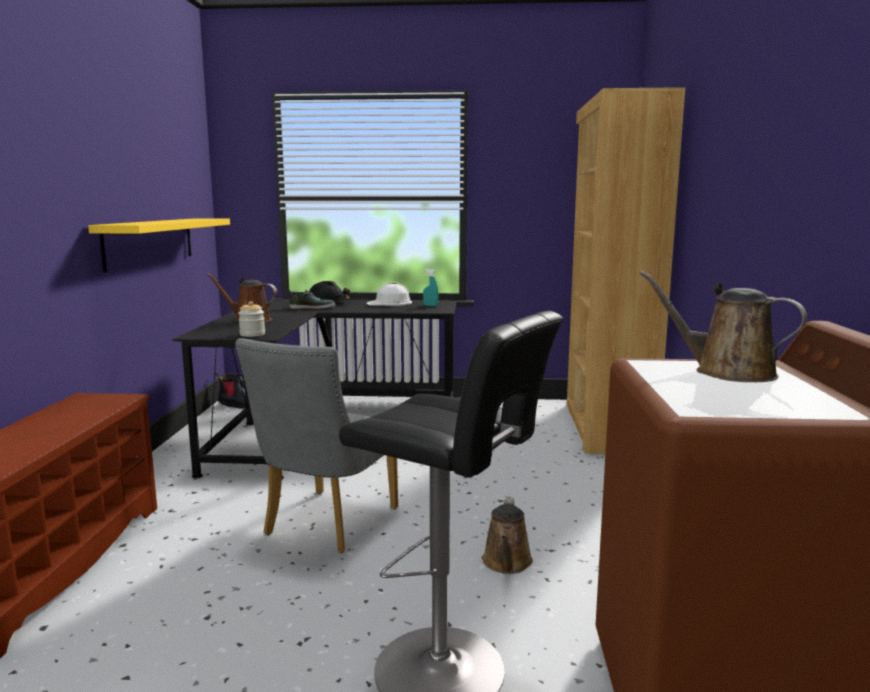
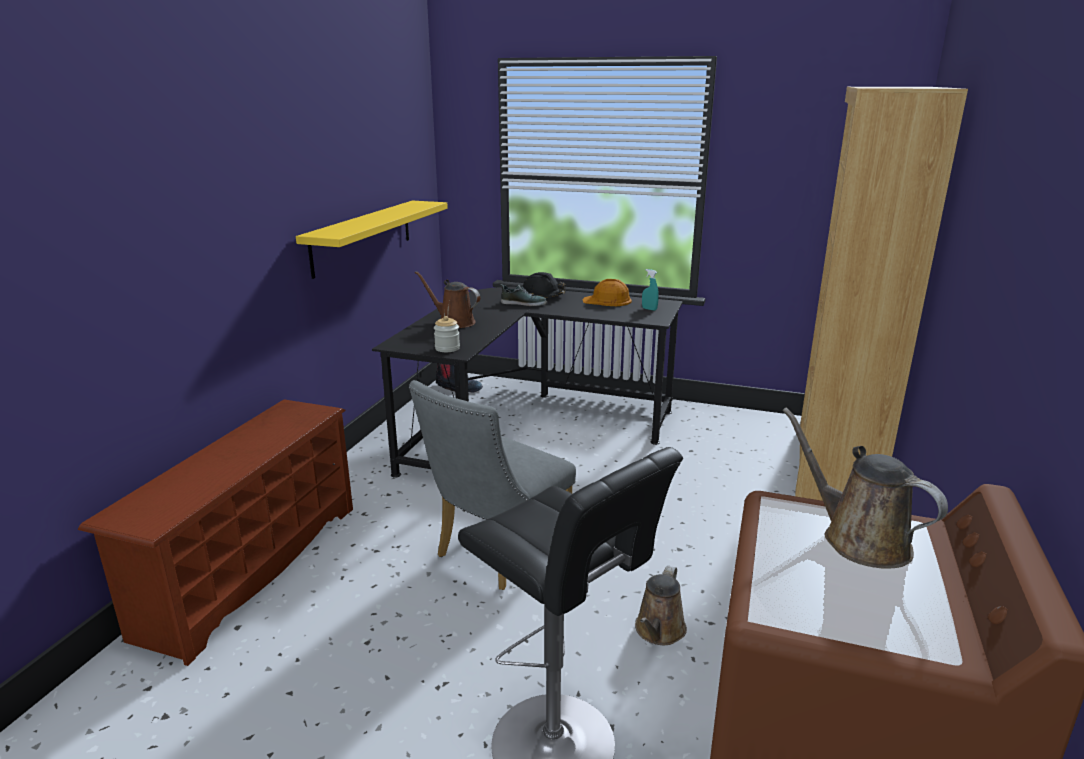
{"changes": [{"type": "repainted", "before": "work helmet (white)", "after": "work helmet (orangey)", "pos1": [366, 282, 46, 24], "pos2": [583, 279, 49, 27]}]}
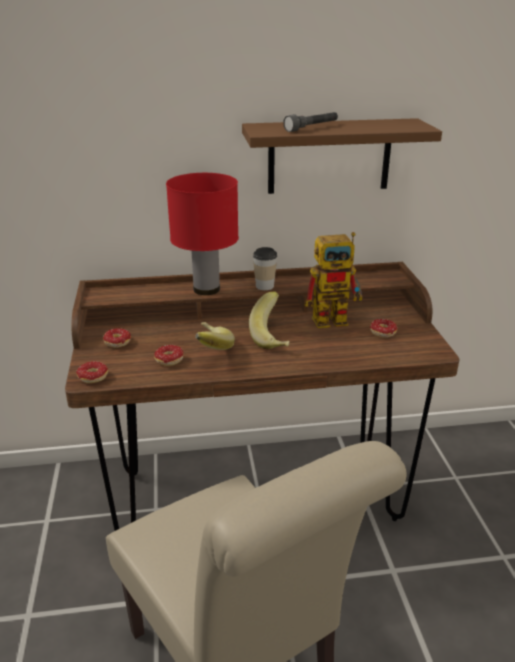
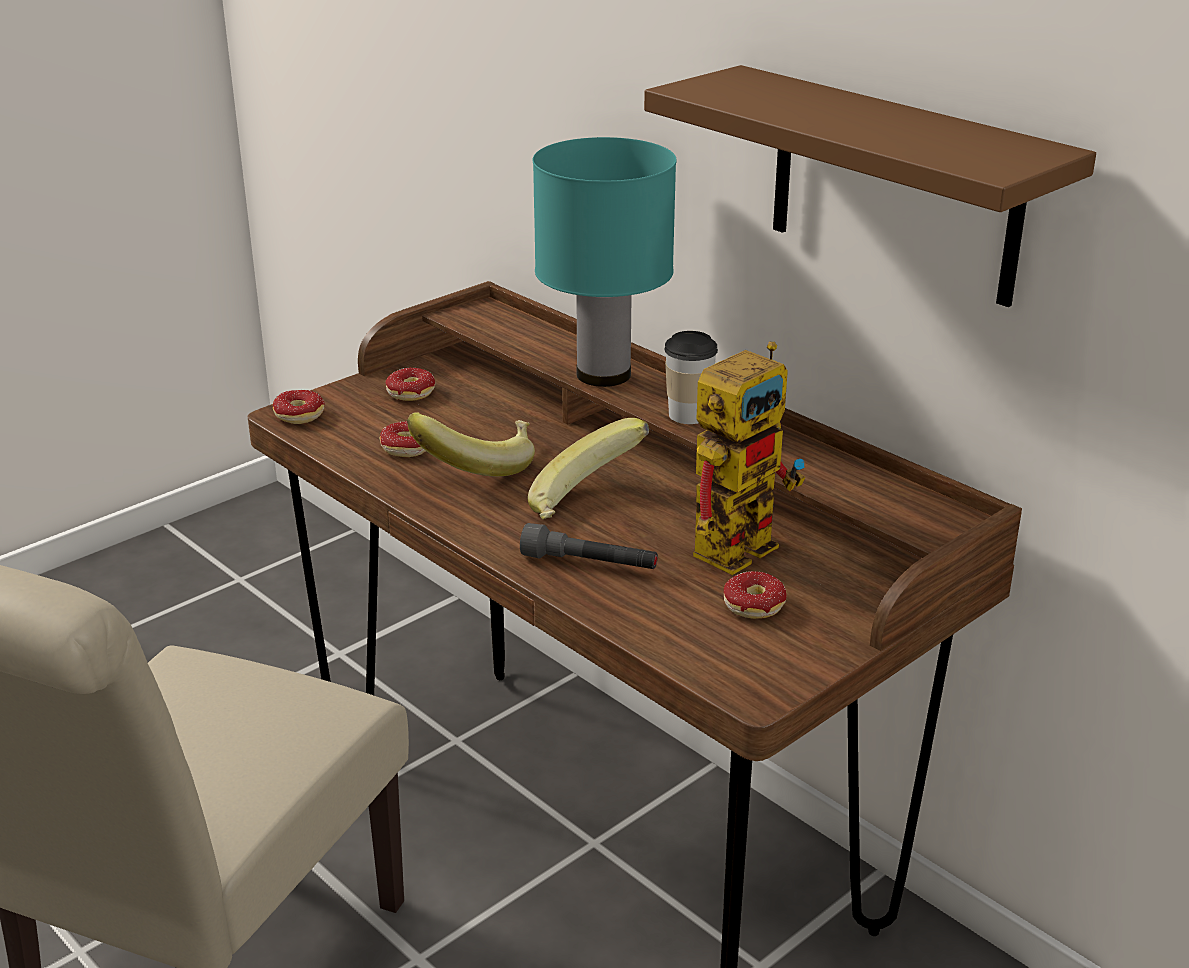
{"changes": [{"type": "shifted", "before": "hand torch (grey)", "pos1": [283, 112, 55, 20], "pos2": [520, 523, 138, 46]}, {"type": "repainted", "before": "table lamp (reddish)", "after": "table lamp (blue-green)", "pos1": [166, 173, 73, 122], "pos2": [533, 137, 144, 250]}, {"type": "rotated", "before": "toy robot", "pos1": [305, 232, 57, 96], "pos2": [693, 342, 112, 233], "turn": -90}]}
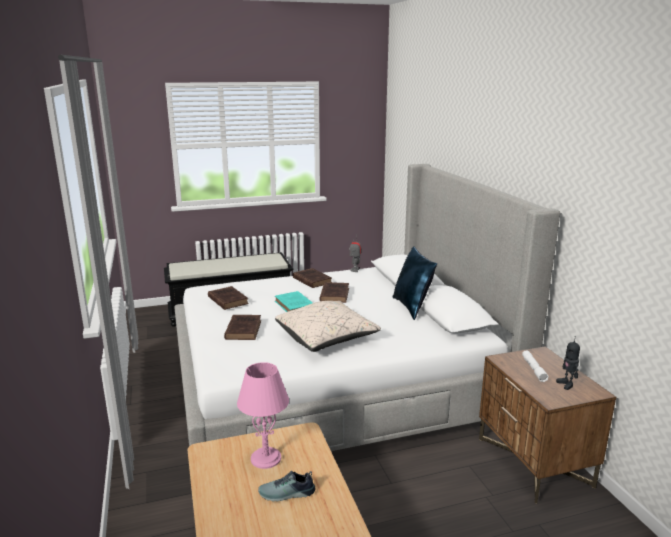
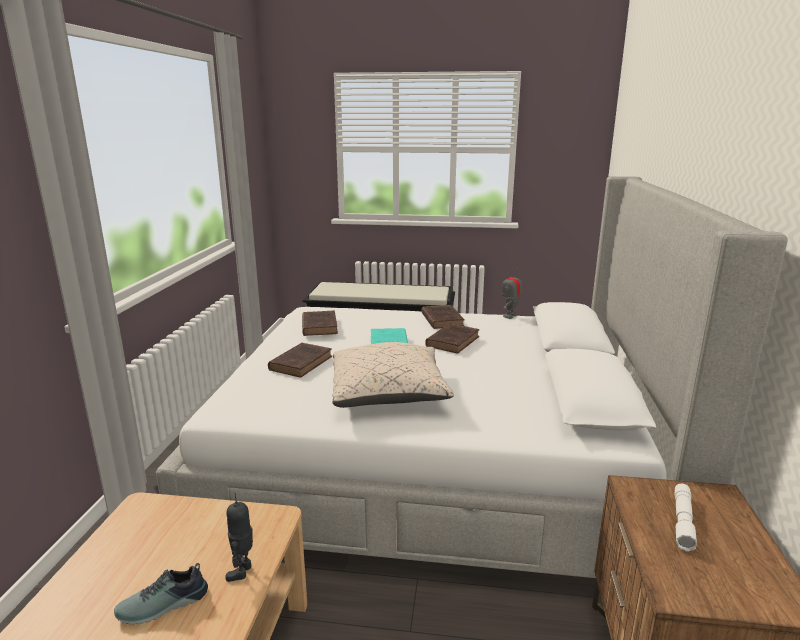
{"changes": [{"type": "gone", "before": "cushion (blue)", "pos1": [392, 246, 45, 74]}, {"type": "shifted", "before": "toy robot", "pos1": [556, 336, 24, 54], "pos2": [225, 493, 28, 89]}, {"type": "gone", "before": "table lamp (pink-coloured)", "pos1": [237, 362, 52, 107]}, {"type": "rotated", "before": "shoe", "pos1": [258, 471, 57, 31], "pos2": [114, 563, 94, 62], "turn": -45}]}
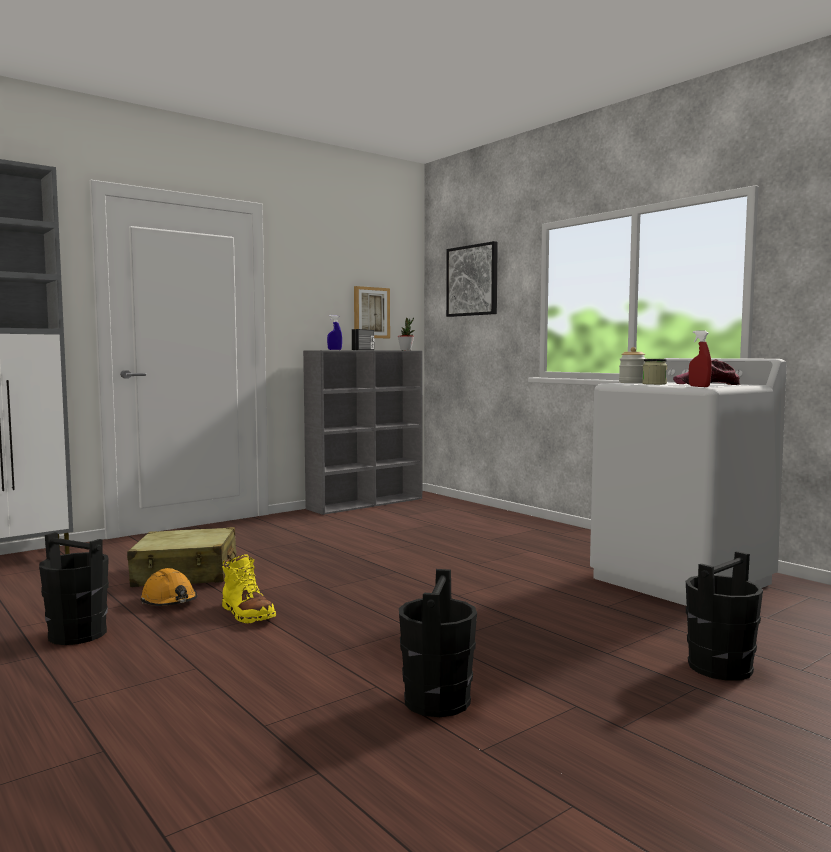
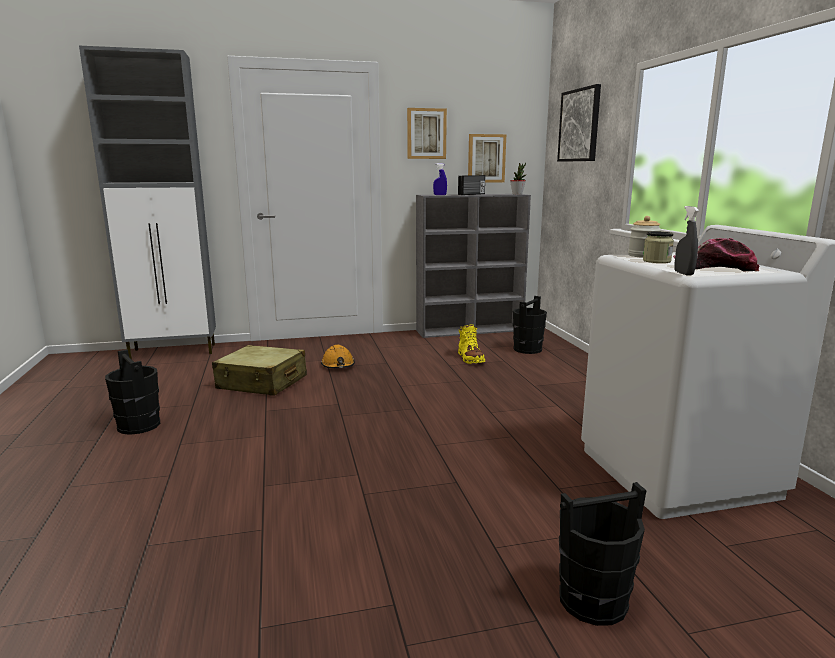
{"changes": [{"type": "repainted", "before": "sprayer (reddish)", "after": "sprayer (grey)", "pos1": [689, 331, 23, 56], "pos2": [674, 206, 25, 70]}, {"type": "shifted", "before": "high-top boot (yellowish)", "pos1": [222, 554, 54, 69], "pos2": [458, 324, 27, 40]}, {"type": "shifted", "before": "work helmet (orangey)", "pos1": [141, 568, 56, 38], "pos2": [321, 345, 34, 23]}, {"type": "shifted", "before": "bucket (blackish)", "pos1": [399, 569, 78, 148], "pos2": [513, 296, 34, 58]}, {"type": "new", "after": "picture", "pos2": [407, 108, 40, 51]}]}
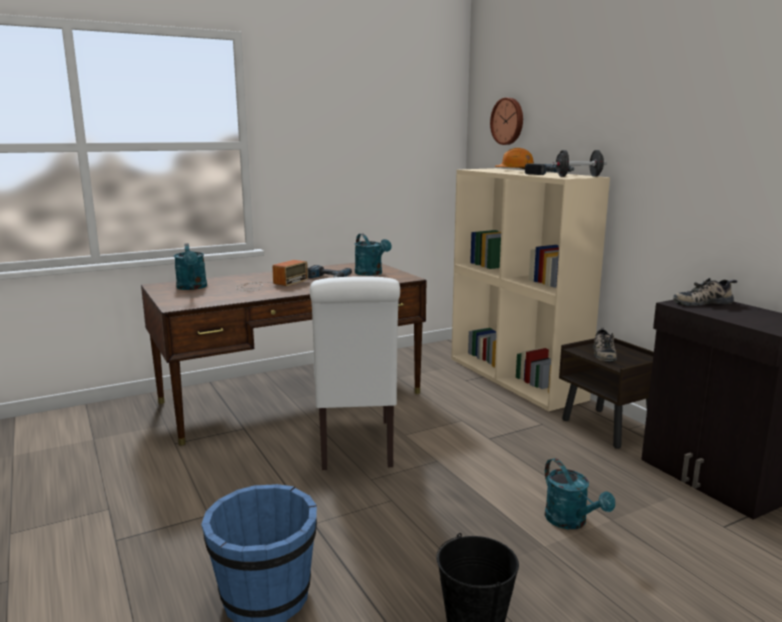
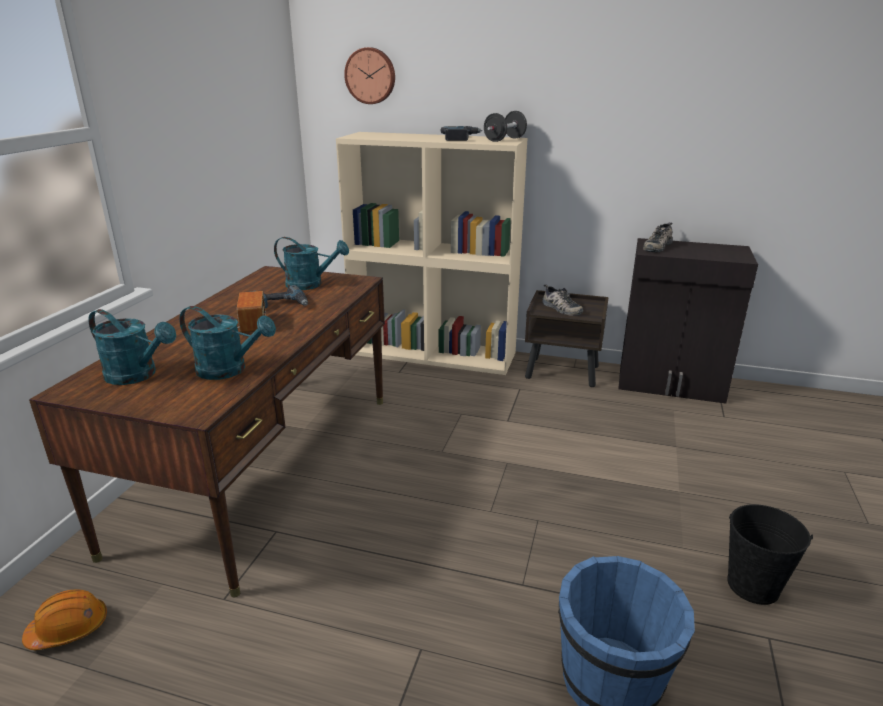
{"changes": [{"type": "shifted", "before": "work helmet (orangey)", "pos1": [495, 148, 39, 22], "pos2": [22, 589, 85, 61]}, {"type": "gone", "before": "upright chair (white)", "pos1": [310, 276, 90, 194]}, {"type": "shifted", "before": "sprinkling can (blue-green)", "pos1": [545, 458, 70, 71], "pos2": [179, 306, 97, 74]}]}
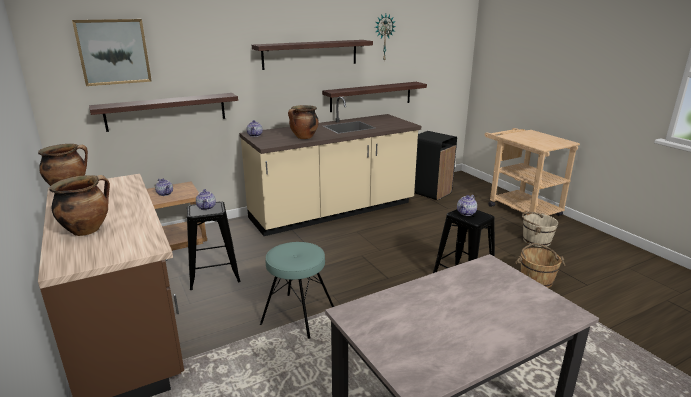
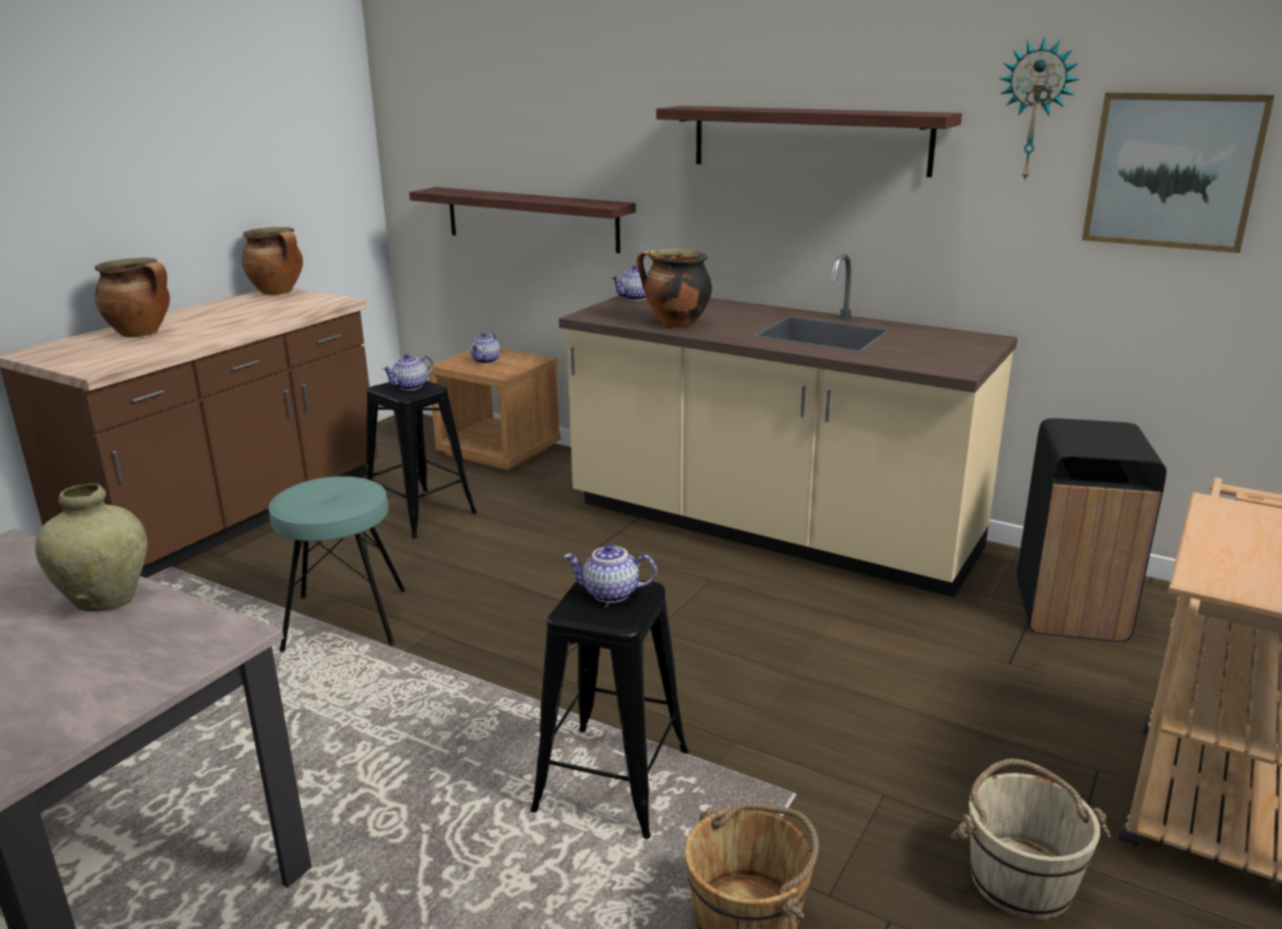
{"changes": [{"type": "shifted", "before": "picture", "pos1": [72, 19, 80, 67], "pos2": [1082, 92, 193, 161]}, {"type": "gone", "before": "bracket shelf", "pos1": [322, 82, 105, 30]}, {"type": "new", "after": "vase (beige-coloured)", "pos2": [35, 483, 112, 129]}]}
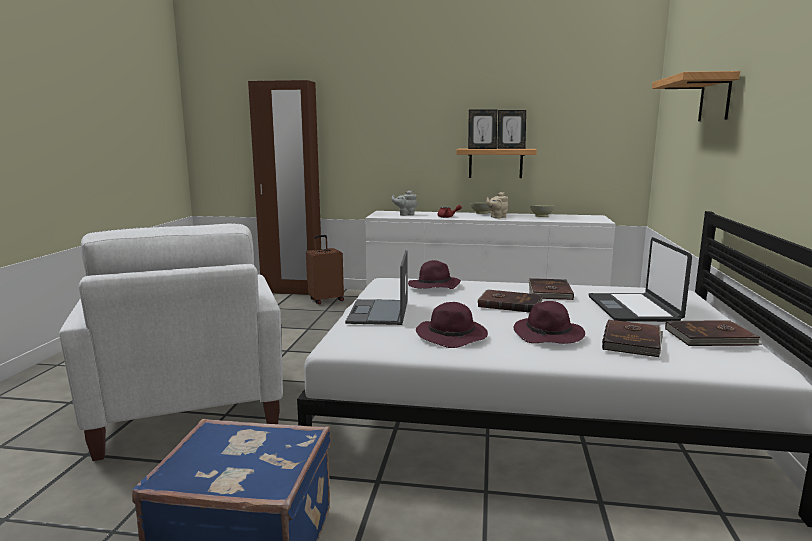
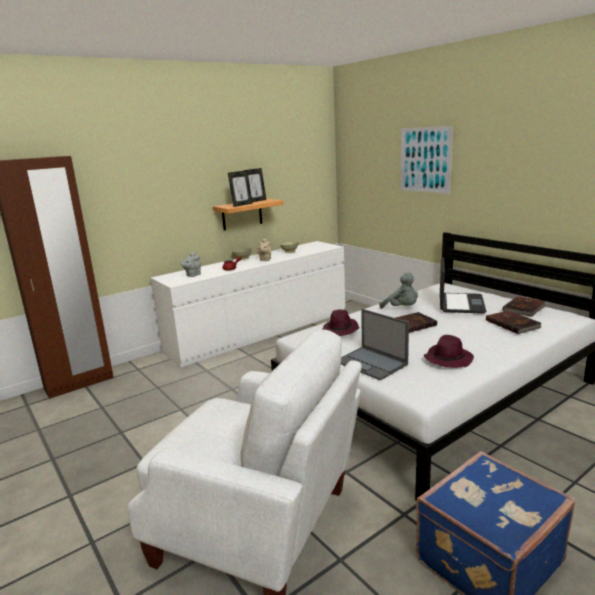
{"changes": [{"type": "swapped", "before": "bracket shelf", "after": "picture", "pos1": [652, 71, 88, 50], "pos2": [400, 126, 53, 68]}, {"type": "gone", "before": "suitcase (brown-coloured)", "pos1": [306, 235, 38, 69]}, {"type": "rotated", "before": "portable computer", "pos1": [588, 237, 104, 85], "pos2": [440, 257, 46, 57], "turn": -120}, {"type": "swapped", "before": "book (brown-coloured)", "after": "cuddly toy (grey)", "pos1": [529, 278, 45, 22], "pos2": [379, 272, 39, 37]}, {"type": "gone", "before": "clothing hat (purplish)", "pos1": [513, 301, 72, 43]}]}
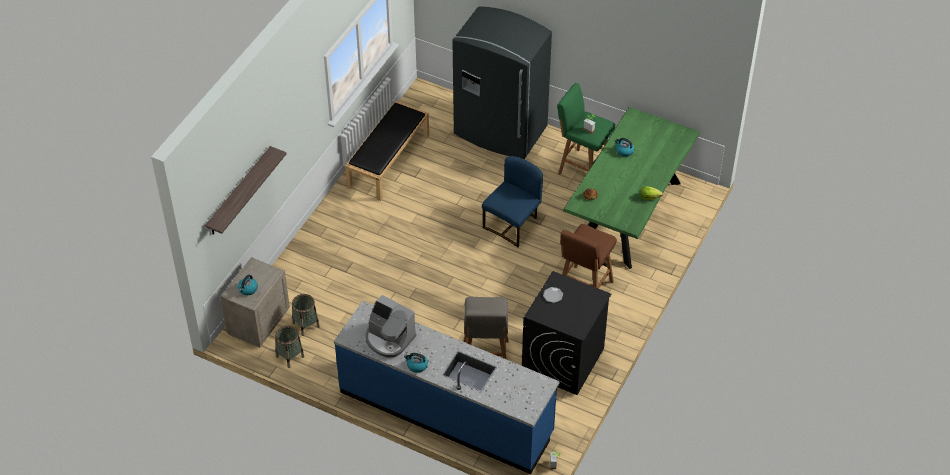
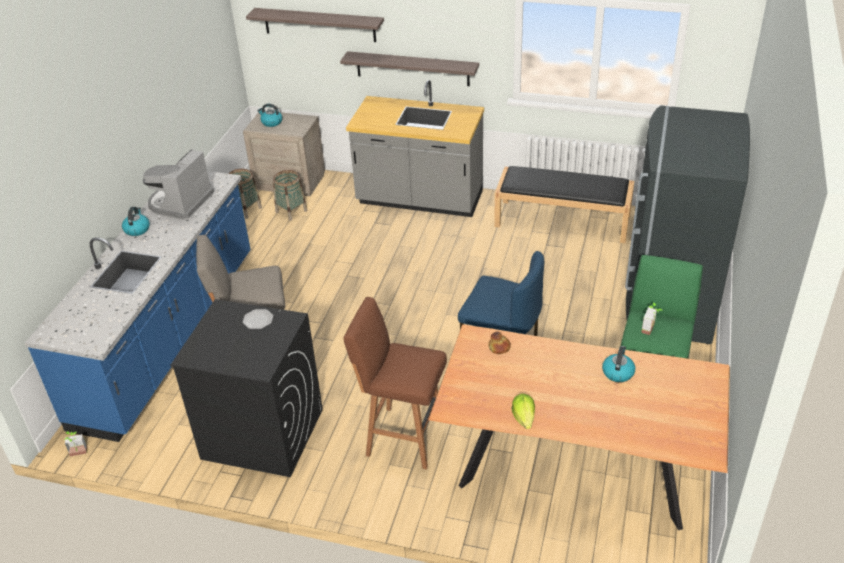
{"changes": [{"type": "repainted", "before": "dinner table (green)", "after": "dinner table (brown-coloured)", "pos1": [563, 107, 137, 162], "pos2": [429, 324, 301, 206]}, {"type": "new", "after": "bracket shelf", "pos2": [340, 51, 139, 35]}, {"type": "new", "after": "kitchen base unit (grey)", "pos2": [346, 80, 138, 137]}]}
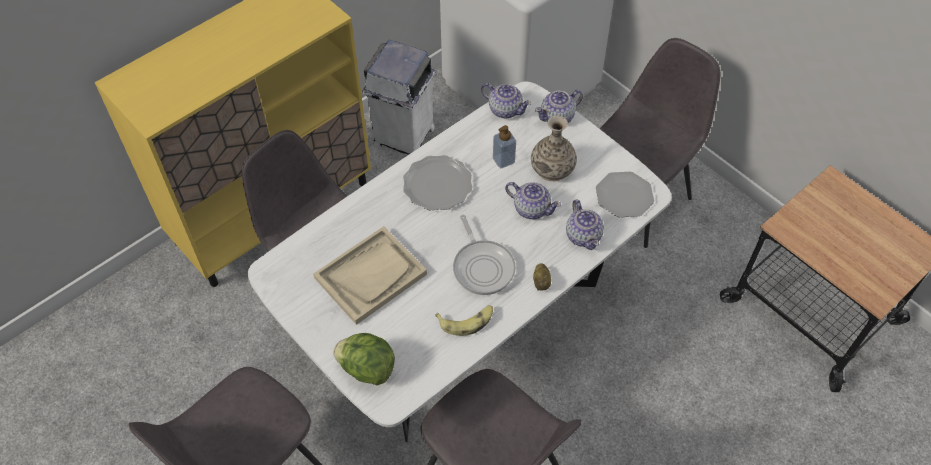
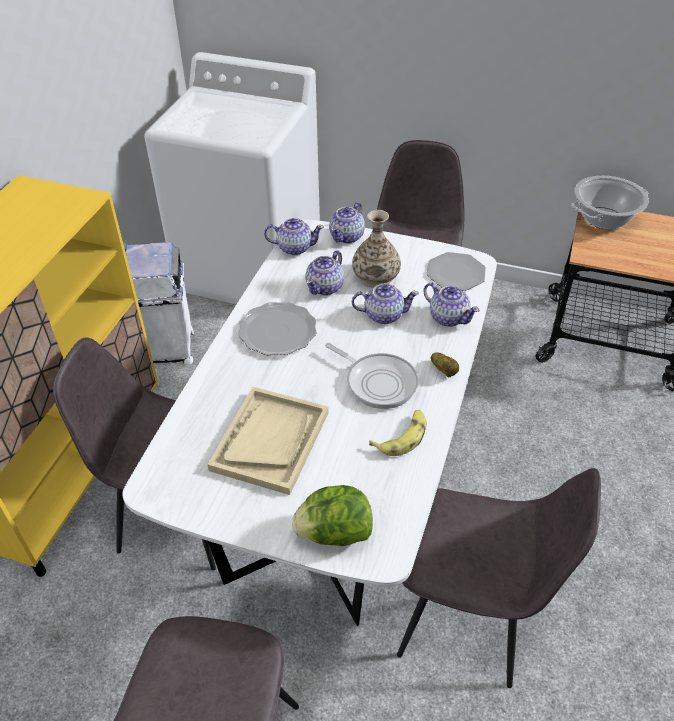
{"changes": [{"type": "swapped", "before": "liquid soap bottle", "after": "tea pot", "pos1": [493, 125, 23, 43], "pos2": [306, 250, 38, 45]}, {"type": "new", "after": "saucepot", "pos2": [571, 176, 78, 54]}]}
